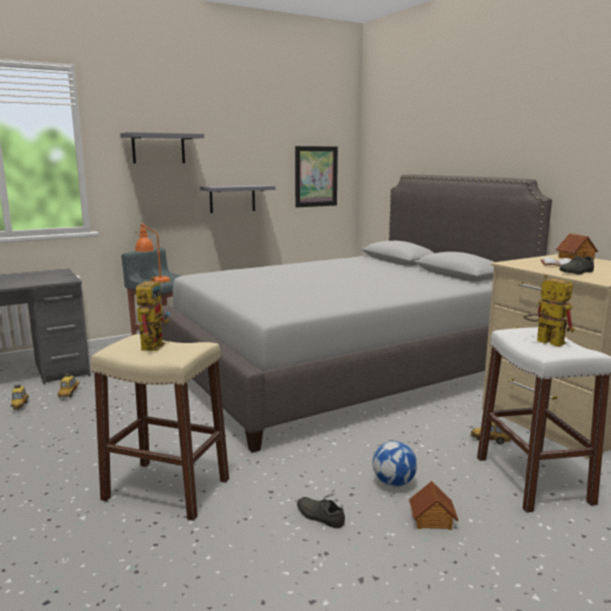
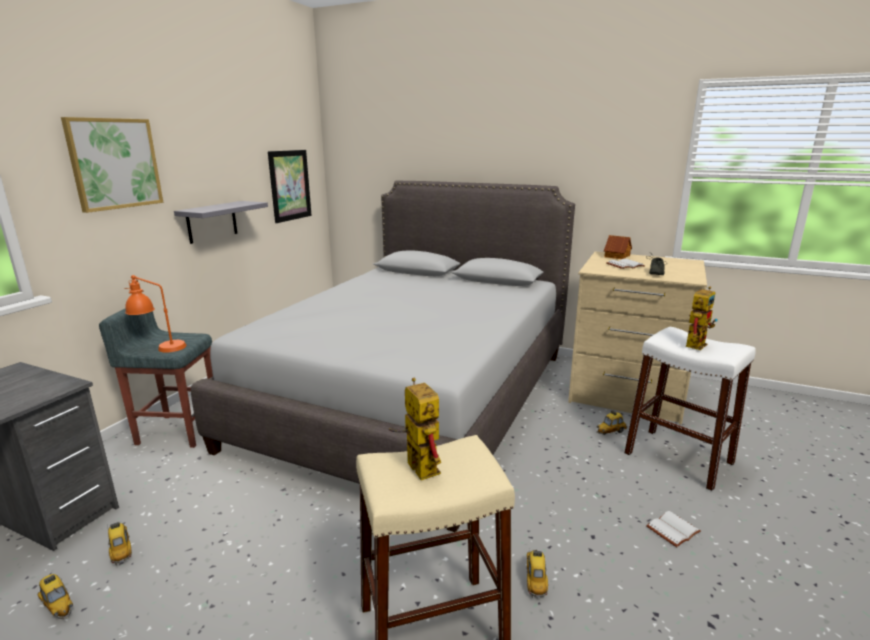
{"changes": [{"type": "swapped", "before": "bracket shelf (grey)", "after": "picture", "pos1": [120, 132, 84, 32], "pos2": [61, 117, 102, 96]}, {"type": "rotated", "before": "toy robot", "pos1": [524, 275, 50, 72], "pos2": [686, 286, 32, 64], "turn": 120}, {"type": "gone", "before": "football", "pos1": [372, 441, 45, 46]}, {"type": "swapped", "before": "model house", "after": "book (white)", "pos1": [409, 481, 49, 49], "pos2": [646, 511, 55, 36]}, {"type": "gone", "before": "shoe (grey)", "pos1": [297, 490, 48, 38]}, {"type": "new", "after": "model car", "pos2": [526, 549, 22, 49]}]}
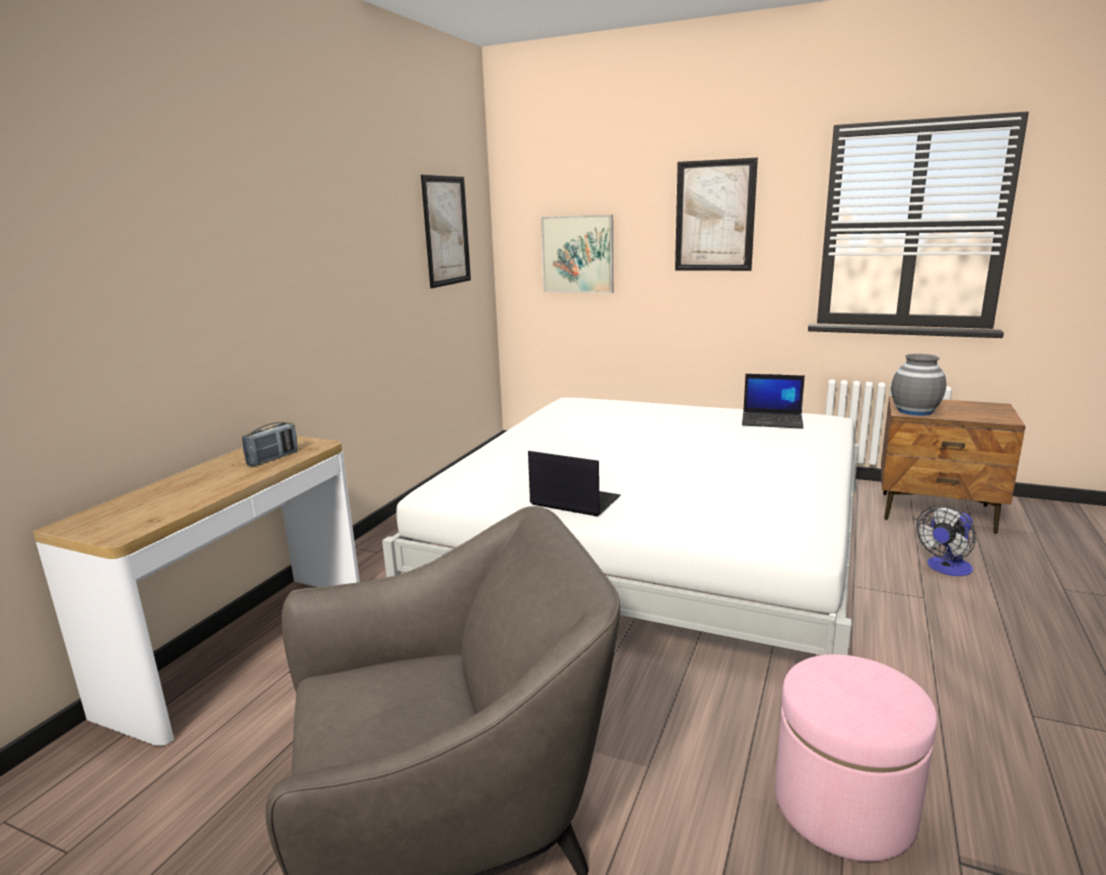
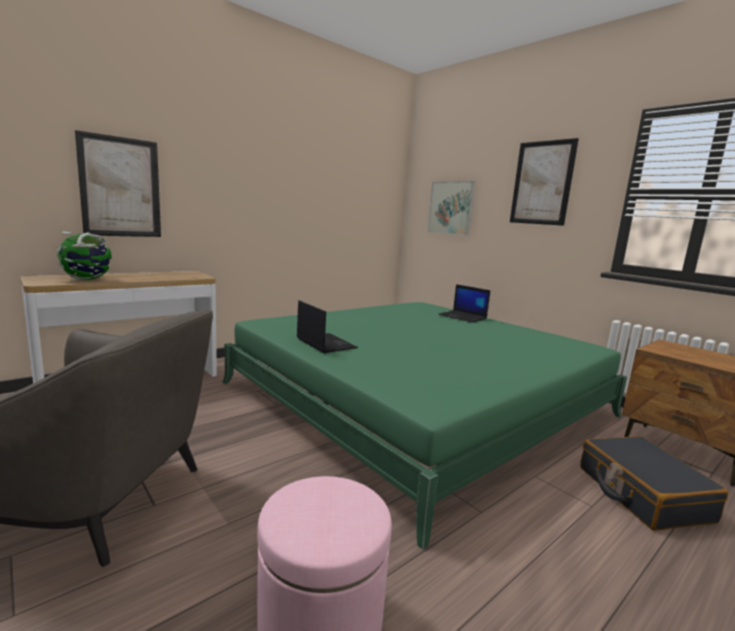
{"changes": [{"type": "shifted", "before": "picture", "pos1": [421, 175, 50, 113], "pos2": [75, 130, 86, 107]}, {"type": "gone", "before": "vase (grey)", "pos1": [891, 354, 55, 62]}, {"type": "shifted", "before": "portable computer", "pos1": [742, 374, 63, 55], "pos2": [439, 284, 51, 39]}, {"type": "repainted", "before": "bed (white)", "after": "bed (green)", "pos1": [382, 398, 477, 257], "pos2": [222, 302, 405, 248]}, {"type": "gone", "before": "radio set", "pos1": [242, 422, 56, 44]}, {"type": "swapped", "before": "fan", "after": "suitcase (blackish)", "pos1": [916, 505, 60, 71], "pos2": [580, 436, 148, 94]}, {"type": "new", "after": "world globe", "pos2": [57, 231, 55, 49]}]}
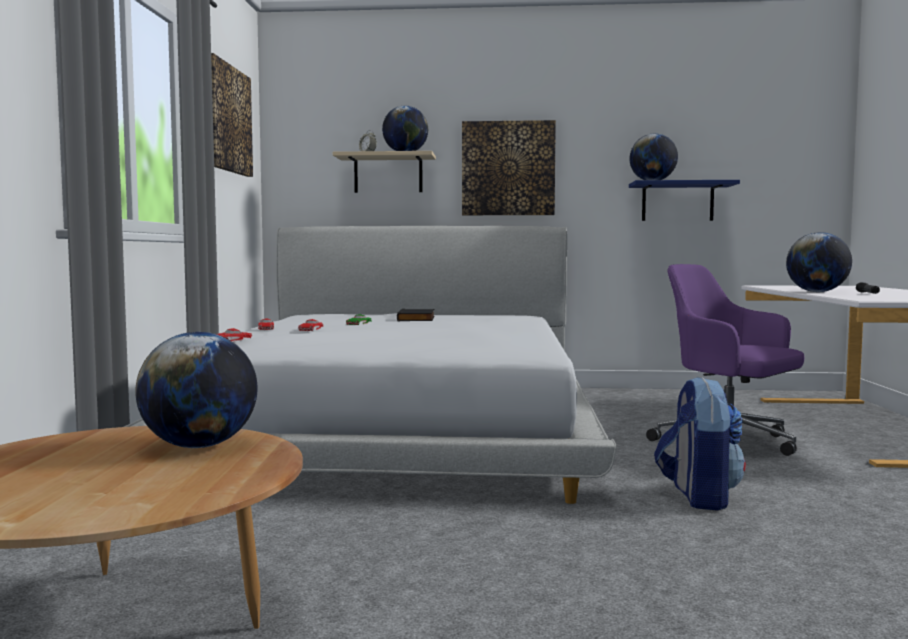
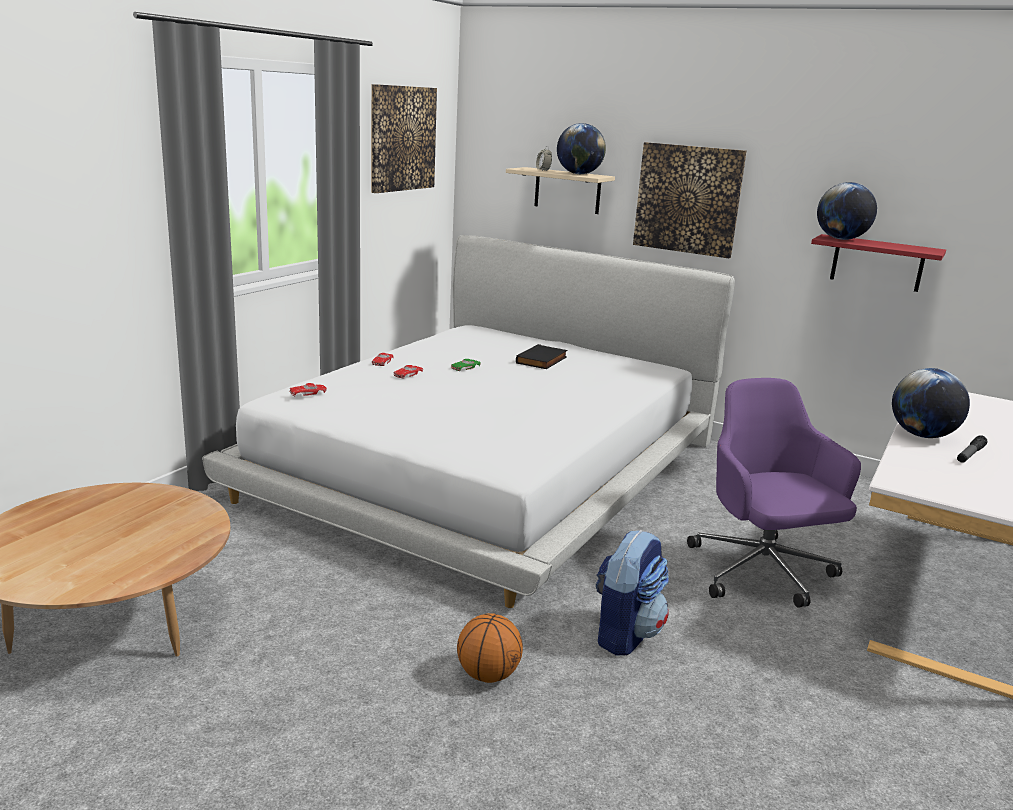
{"changes": [{"type": "repainted", "before": "bracket shelf (blue)", "after": "bracket shelf (reddish)", "pos1": [629, 180, 111, 41], "pos2": [811, 234, 135, 58]}, {"type": "gone", "before": "world globe", "pos1": [135, 332, 123, 116]}, {"type": "new", "after": "basketball", "pos2": [457, 613, 66, 70]}]}
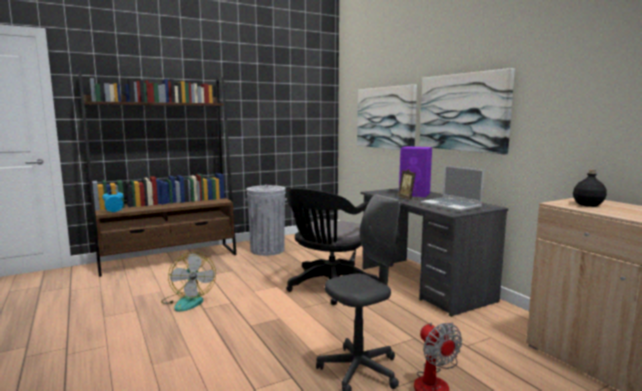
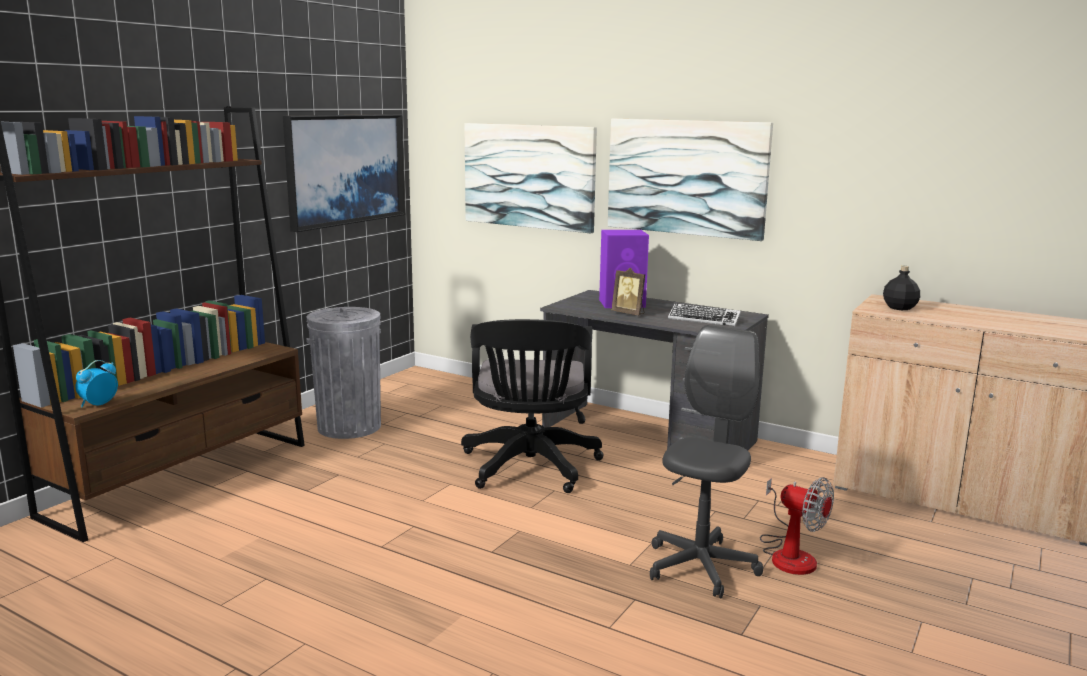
{"changes": [{"type": "swapped", "before": "portable computer", "after": "PC keyboard", "pos1": [421, 165, 63, 47], "pos2": [668, 303, 73, 23]}, {"type": "gone", "before": "fan", "pos1": [161, 252, 55, 60]}, {"type": "new", "after": "picture", "pos2": [283, 114, 122, 118]}]}
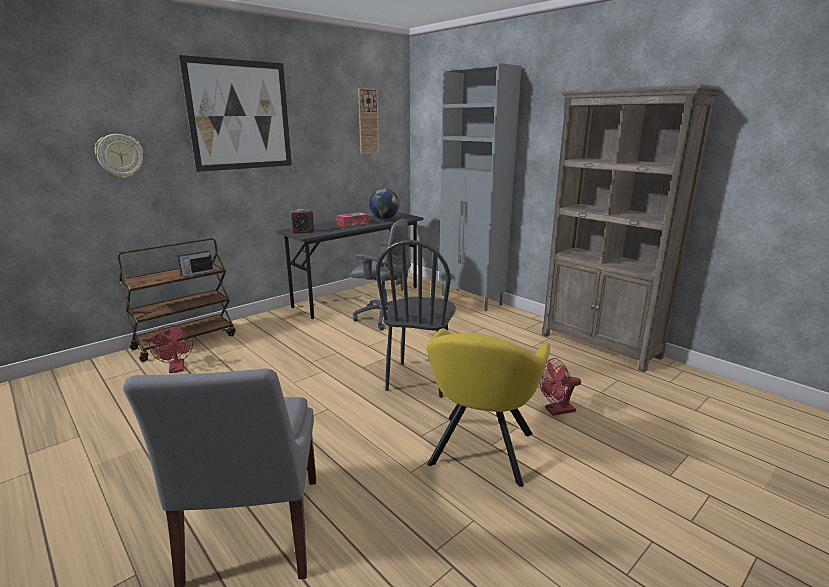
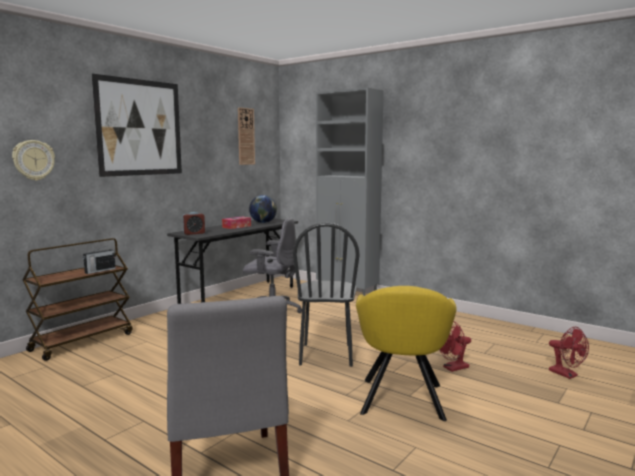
{"changes": [{"type": "gone", "before": "shelving unit (brown-coloured)", "pos1": [542, 84, 179, 288]}, {"type": "shifted", "before": "fan (reddish)", "pos1": [149, 325, 44, 48], "pos2": [549, 327, 40, 52]}]}
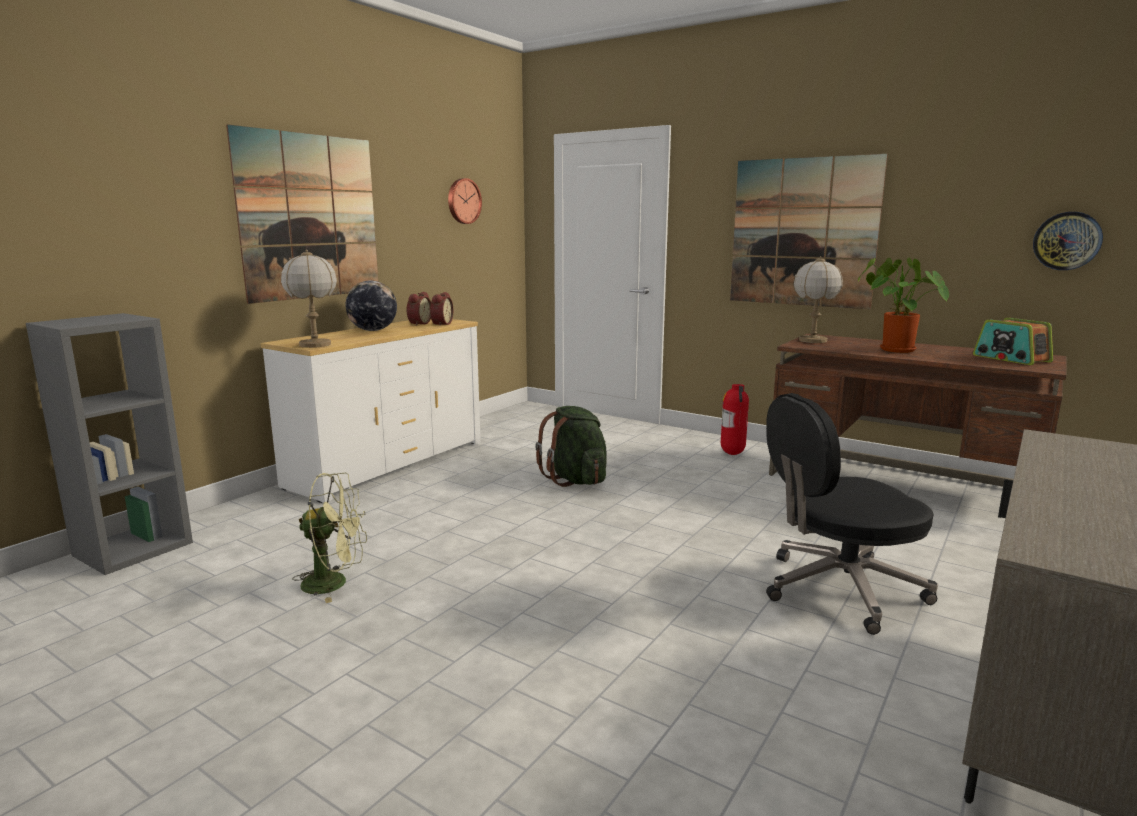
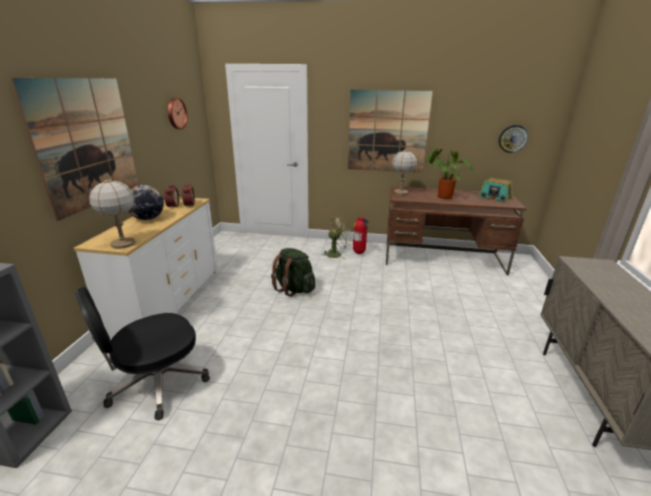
{"changes": [{"type": "shifted", "before": "desk chair (blackish)", "pos1": [766, 393, 172, 242], "pos2": [75, 287, 135, 133]}, {"type": "shifted", "before": "fan (green)", "pos1": [292, 473, 75, 130], "pos2": [321, 216, 31, 43]}]}
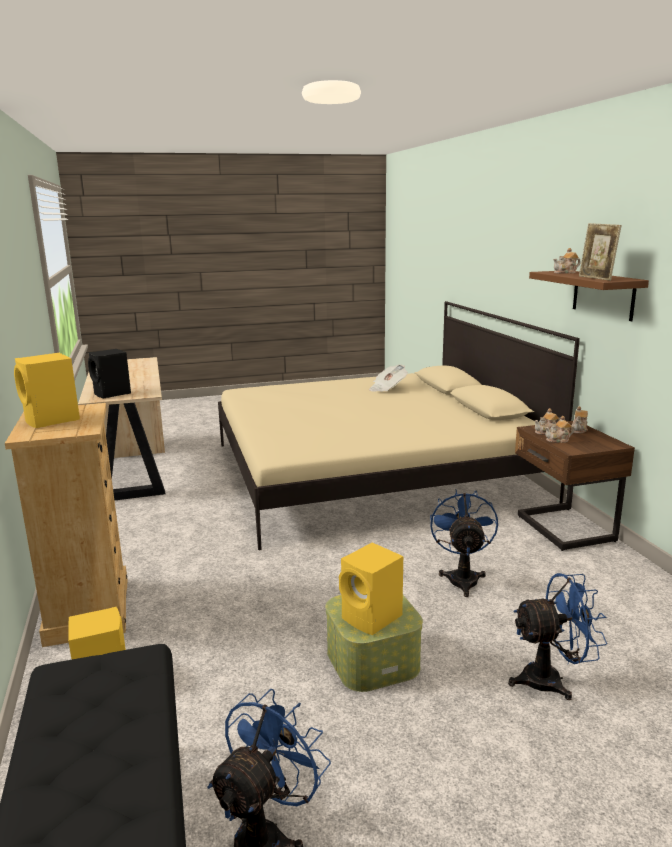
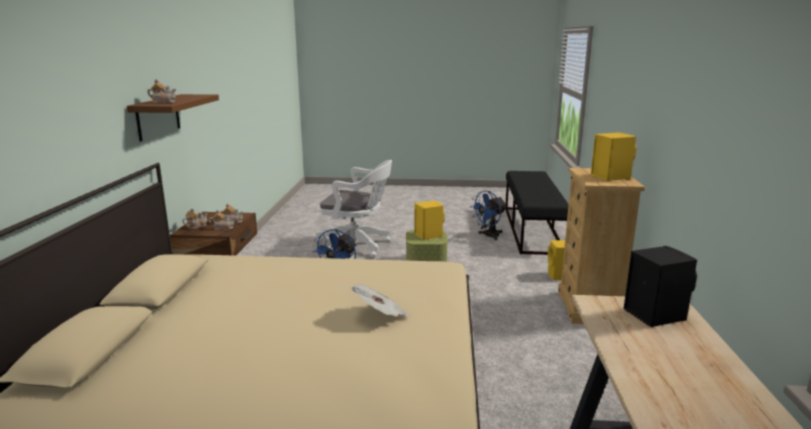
{"changes": [{"type": "gone", "before": "photo frame", "pos1": [579, 223, 43, 58]}, {"type": "shifted", "before": "daily paper", "pos1": [369, 365, 39, 27], "pos2": [349, 285, 62, 32]}, {"type": "swapped", "before": "fan (blue)", "after": "desk chair (white)", "pos1": [508, 573, 99, 127], "pos2": [316, 160, 76, 97]}]}
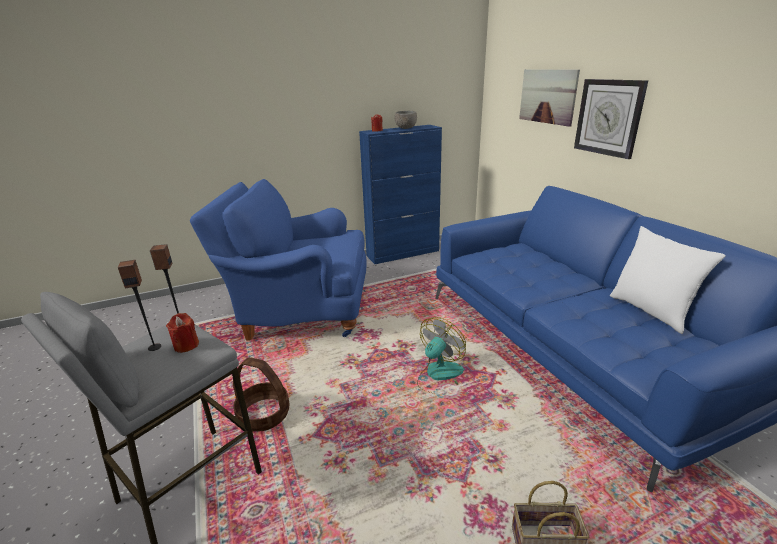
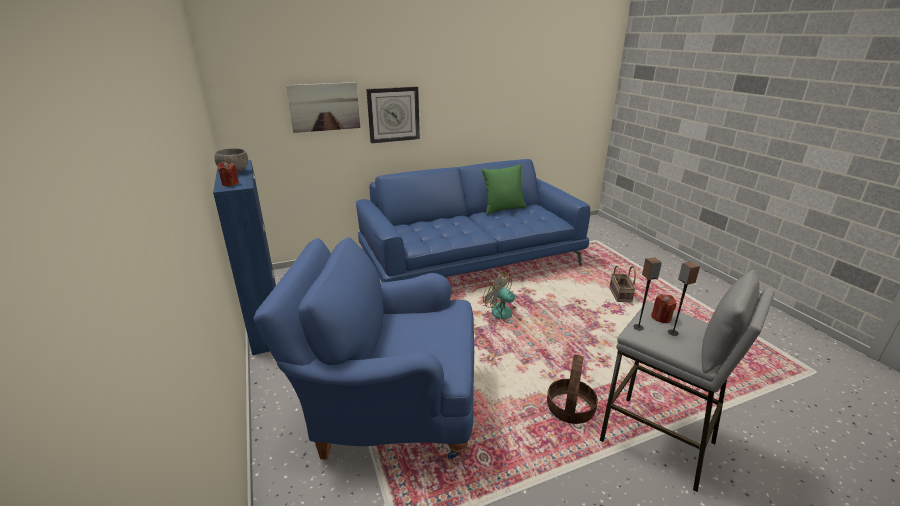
{"changes": [{"type": "rotated", "before": "lounge chair (blue)", "pos1": [190, 179, 176, 161], "pos2": [253, 237, 221, 223], "turn": 90}, {"type": "repainted", "before": "cushion (white)", "after": "cushion (green)", "pos1": [610, 226, 115, 108], "pos2": [482, 164, 44, 51]}]}
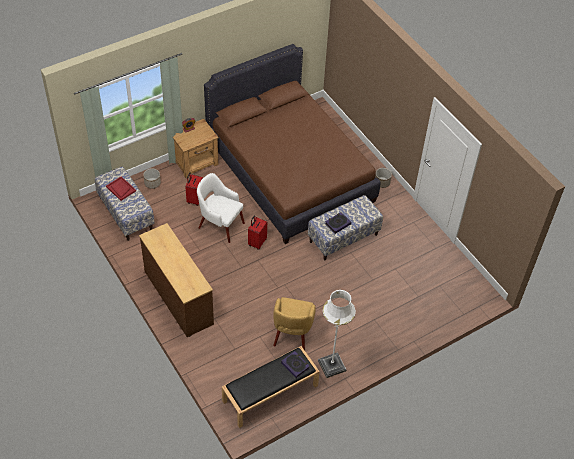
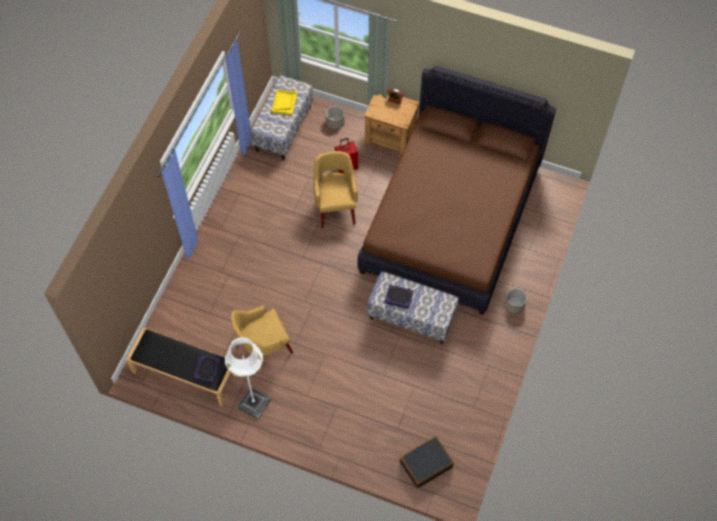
{"changes": [{"type": "repainted", "before": "lounge chair (white)", "after": "lounge chair (yellowish)", "pos1": [197, 173, 48, 70], "pos2": [313, 151, 45, 77]}, {"type": "repainted", "before": "serving tray (reddish)", "after": "serving tray (yellowish)", "pos1": [106, 176, 30, 25], "pos2": [272, 90, 26, 25]}, {"type": "gone", "before": "suitcase (reddish)", "pos1": [248, 215, 19, 35]}, {"type": "gone", "before": "chest of drawers (brown-coloured)", "pos1": [139, 223, 75, 114]}, {"type": "new", "after": "suitcase (blackish)", "pos2": [400, 436, 54, 52]}]}
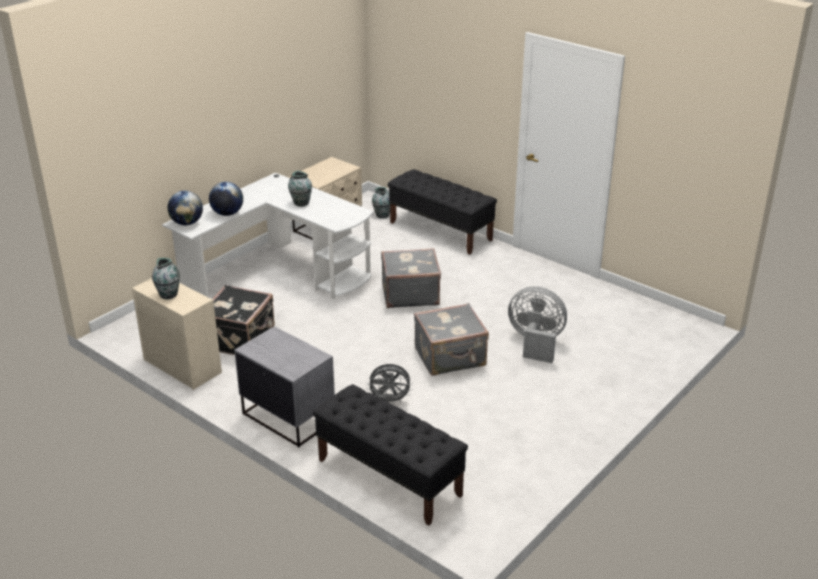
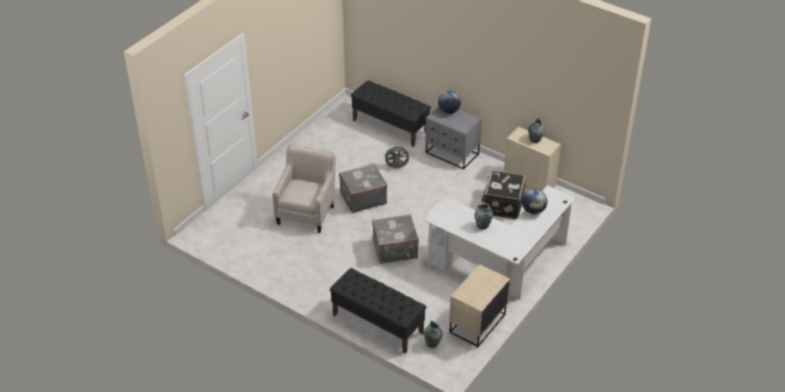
{"changes": [{"type": "shifted", "before": "world globe", "pos1": [168, 191, 35, 34], "pos2": [438, 91, 23, 23]}, {"type": "swapped", "before": "fan (grey)", "after": "lounge chair (beige-coloured)", "pos1": [508, 286, 59, 77], "pos2": [272, 145, 64, 88]}]}
